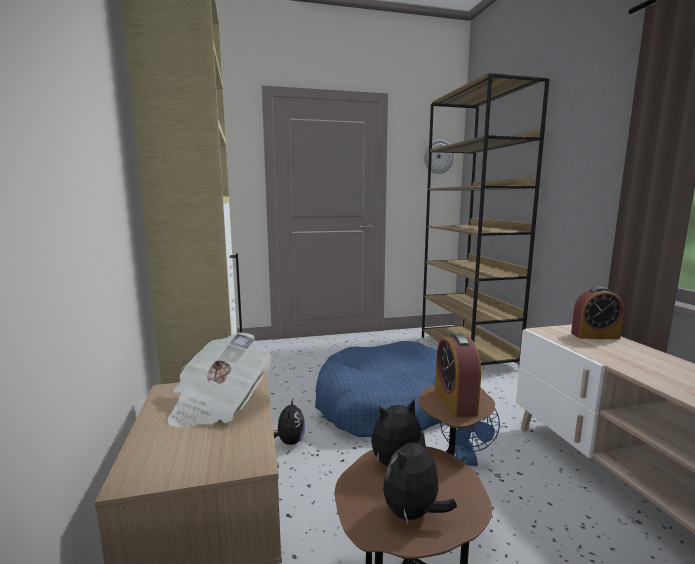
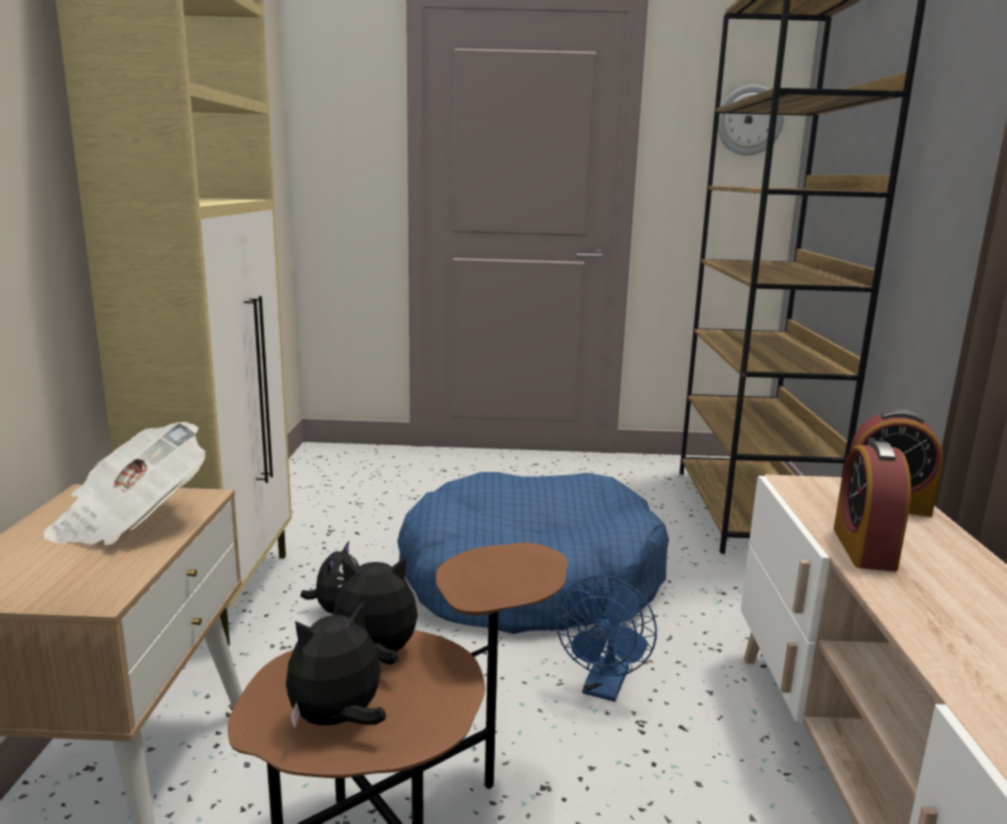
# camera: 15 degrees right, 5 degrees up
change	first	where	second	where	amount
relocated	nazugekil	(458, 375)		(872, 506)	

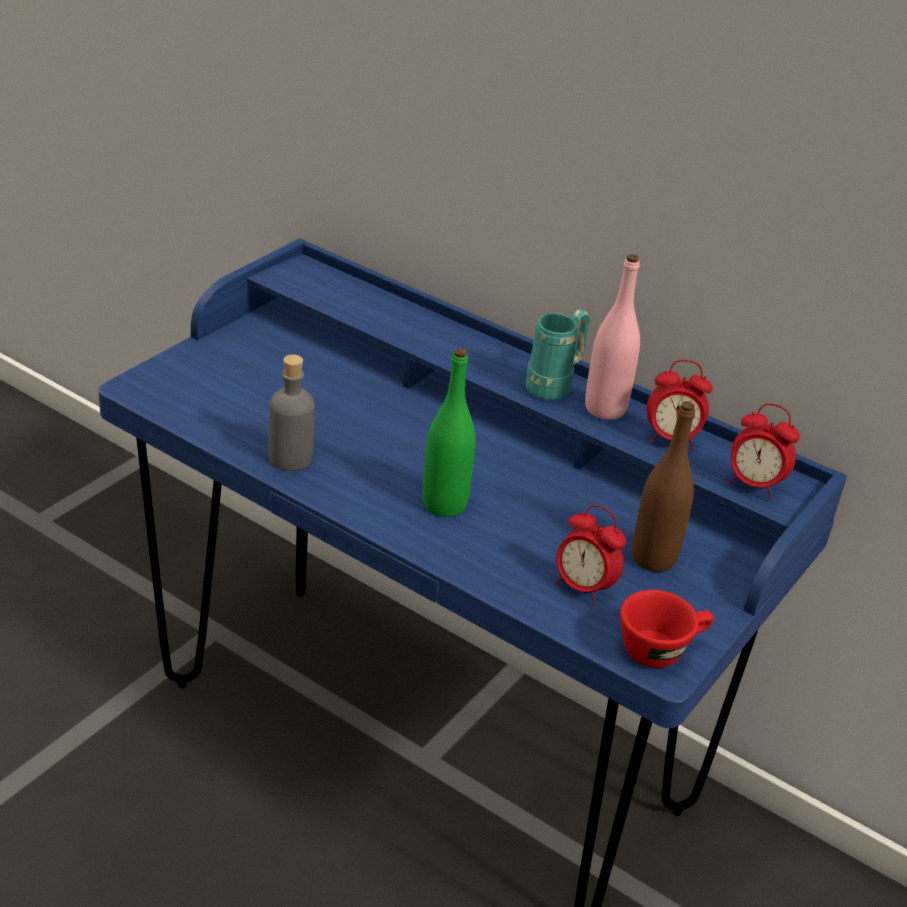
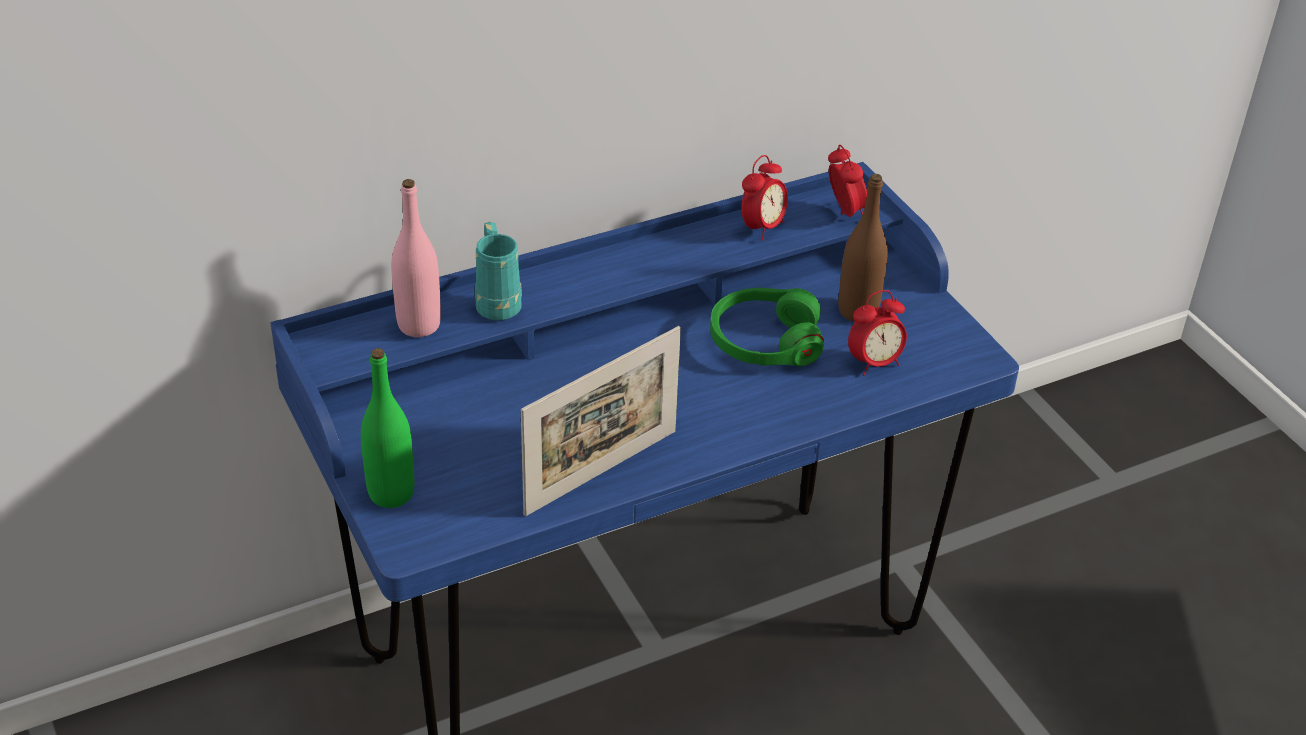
# camera: 60 degrees left, 5 degrees up
change	first	where	second	where	amount
relocated	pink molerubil	(612, 337)		(416, 258)	
relocated	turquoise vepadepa	(558, 354)		(498, 270)	
relocated	green molerubil	(449, 432)		(387, 428)	
exchanged	grey molerubil	(292, 412)	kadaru	(601, 421)	
spun	nazugekil	(764, 451)		(847, 181)	75 degrees counterclockwise
missing	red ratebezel	(667, 629)			
appeared			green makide	(767, 327)	

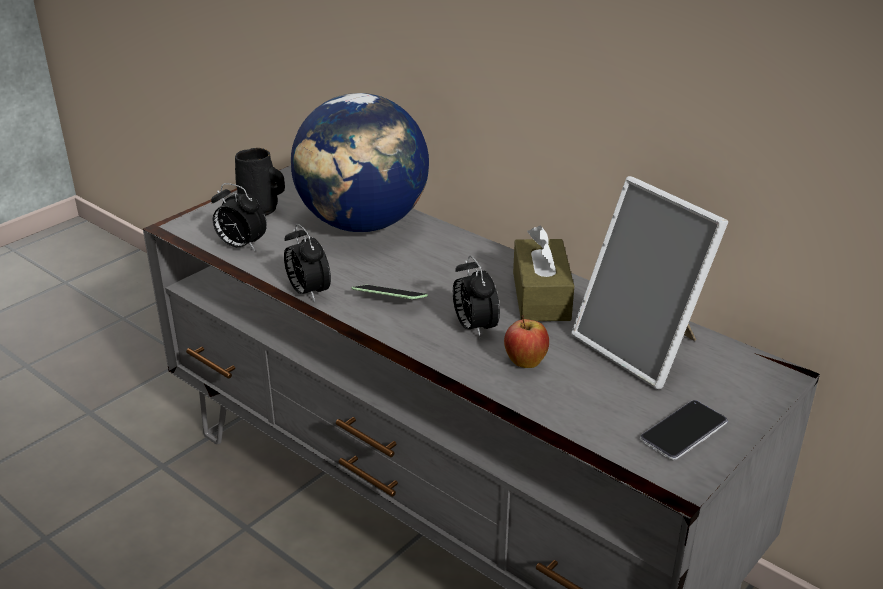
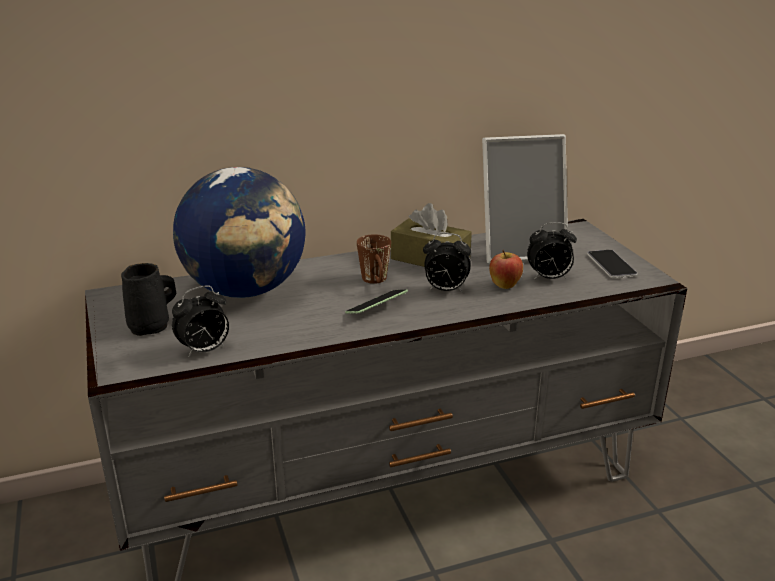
# camera: 60 degrees left, 5 degrees down
change	first	where	second	where	amount
relocated	nazugekil	(307, 263)		(552, 251)	
appeared			brown vepadepa	(374, 259)	

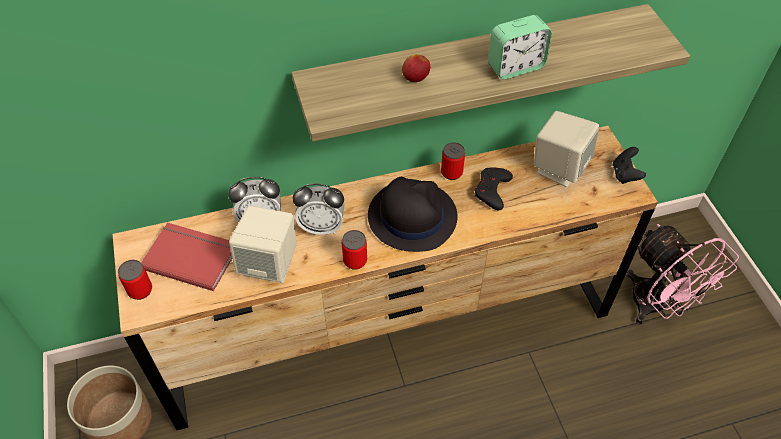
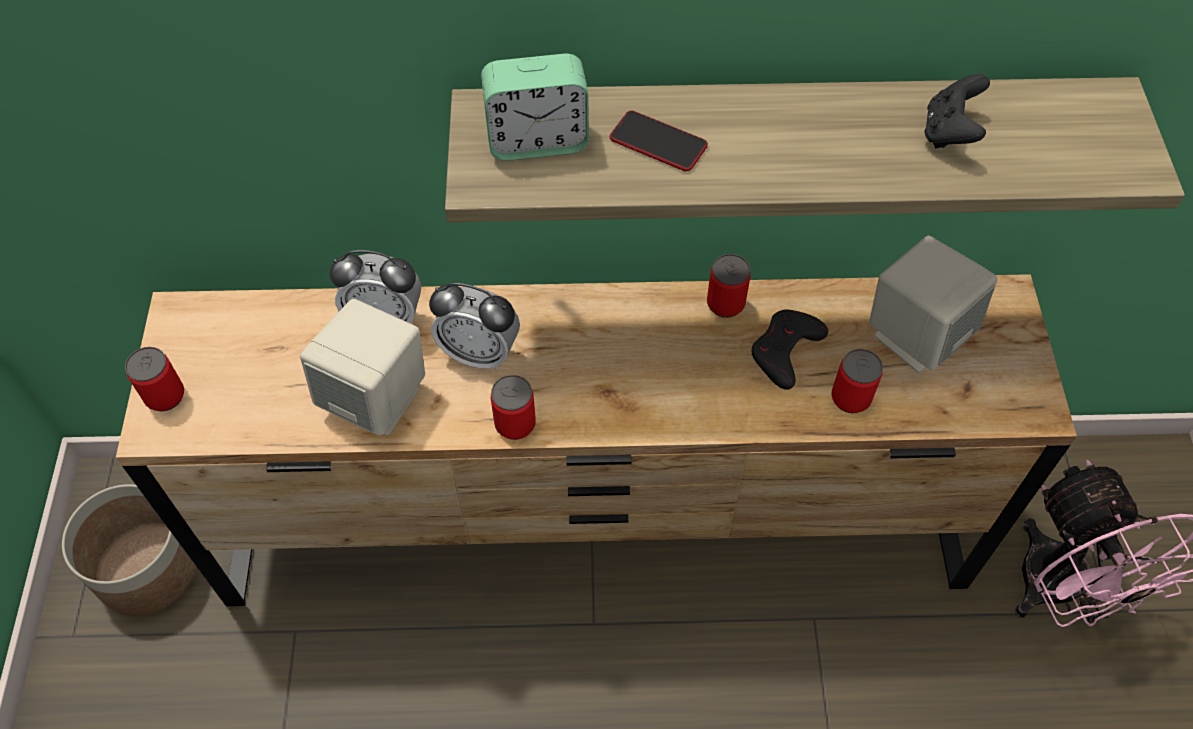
# camera: 15 degrees right, 5 degrees up
change	first	where	second	where	amount
relocated	nazugekil	(520, 47)		(535, 107)	
exchanged	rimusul	(416, 68)	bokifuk	(659, 141)	
relocated	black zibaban	(629, 165)		(957, 111)	
missing	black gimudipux	(413, 214)			
missing	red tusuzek	(186, 257)			
appeared			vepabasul	(857, 381)	

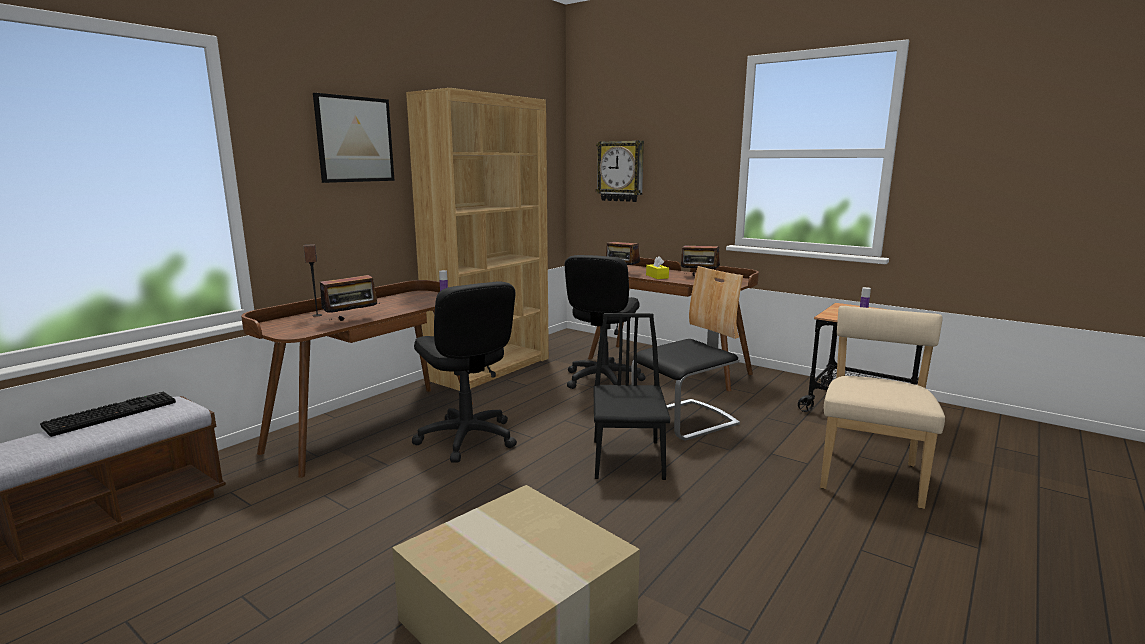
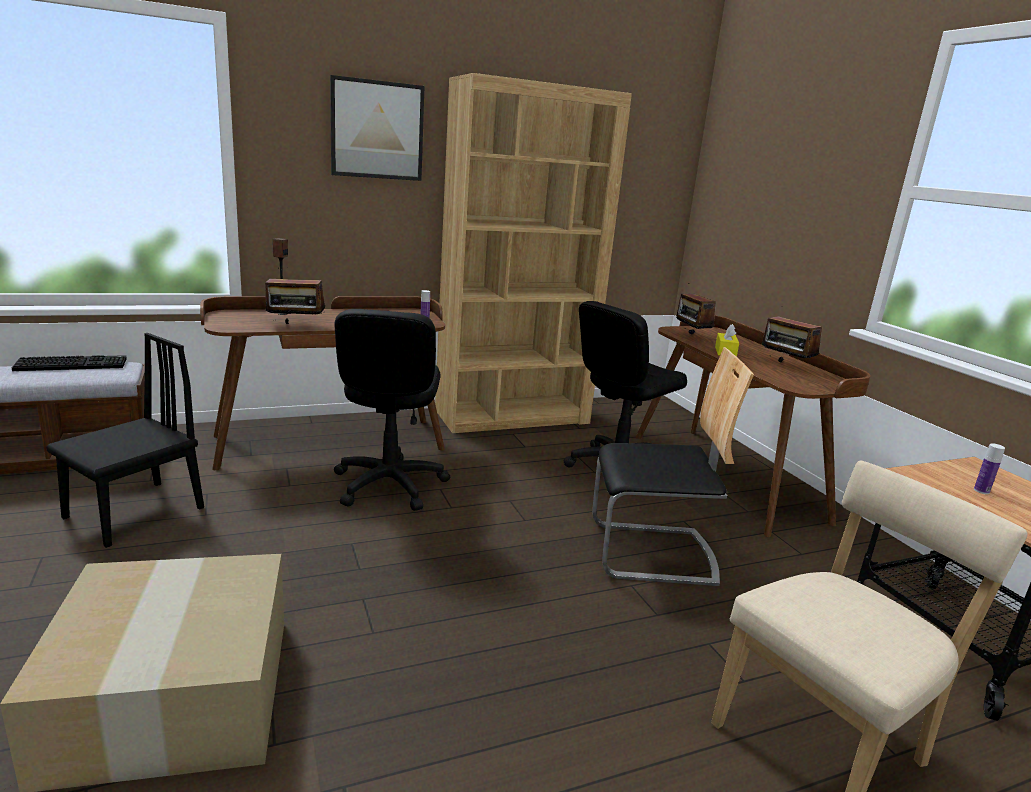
# camera: 30 degrees right, 5 degrees up
change	first	where	second	where	amount
missing	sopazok	(620, 171)			
relocated	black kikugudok	(632, 396)		(125, 440)	

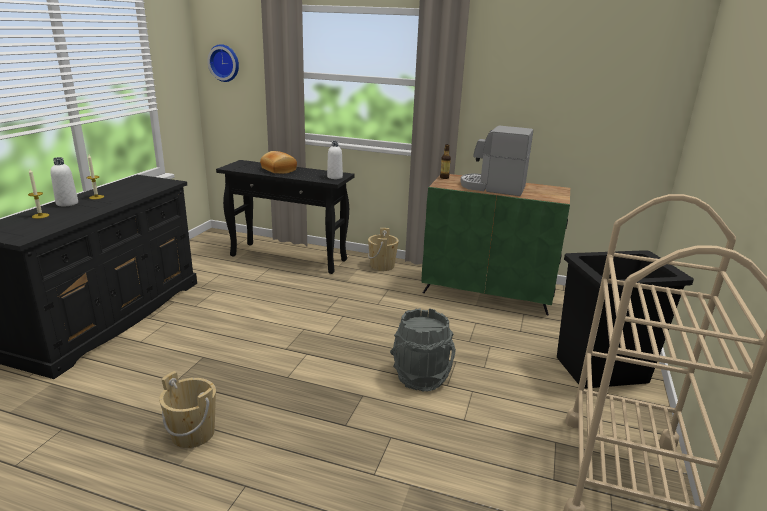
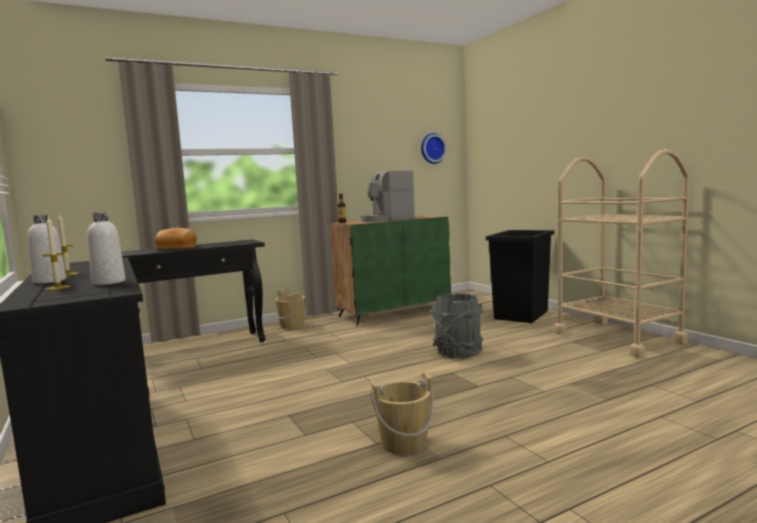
# camera: 45 degrees left, 15 degrees down
change	first	where	second	where	amount
relocated	sopazok	(223, 63)		(434, 148)	
relocated	white molerubil	(335, 160)		(106, 248)	

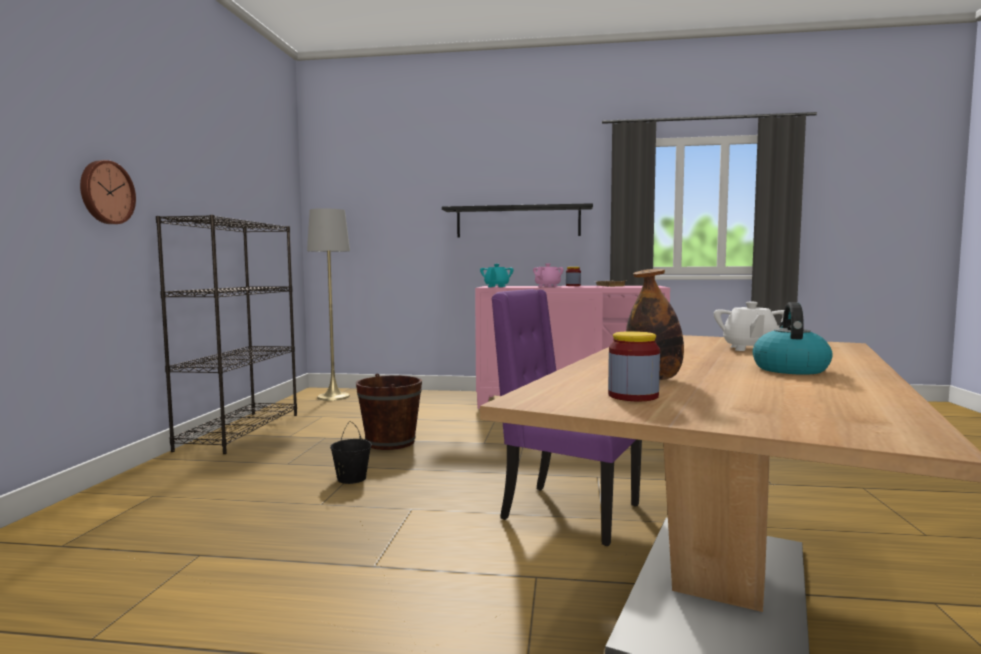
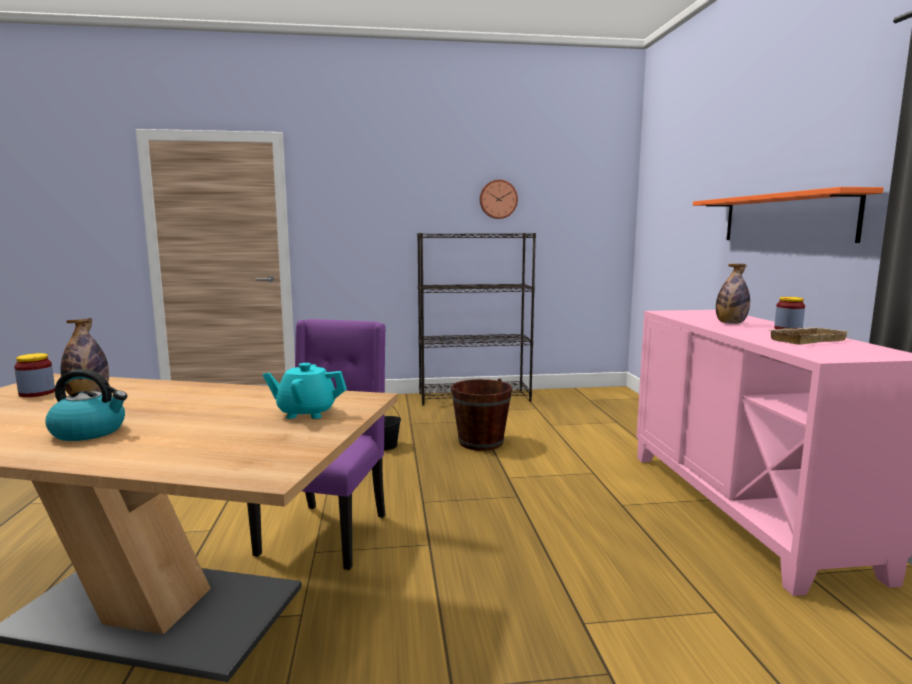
# camera: 75 degrees right, 5 degrees up
change	first	where	second	where	amount
relocated	sopazok	(108, 192)		(499, 199)	
colour	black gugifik	(517, 220)	orange gugifik	(788, 215)	
missing	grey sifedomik	(328, 304)			
exchanged	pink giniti	(548, 275)	molerubil	(733, 294)	
relocated	turquoise giniti	(497, 275)		(305, 391)	
missing	white giniti	(749, 326)			

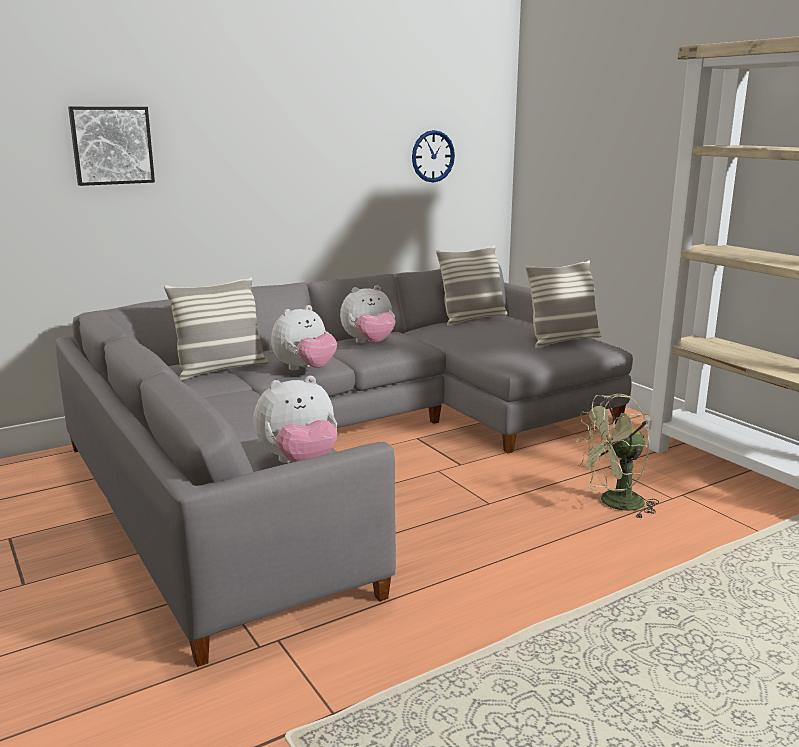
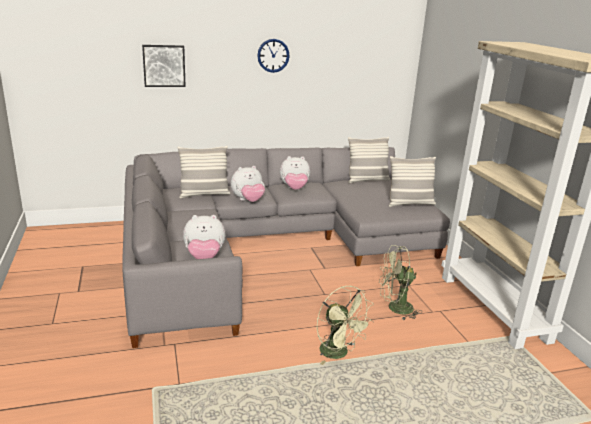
# camera: 15 degrees right, 5 degrees up
change	first	where	second	where	amount
relocated	sopazok	(433, 156)		(273, 56)	
appeared			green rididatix	(345, 325)	

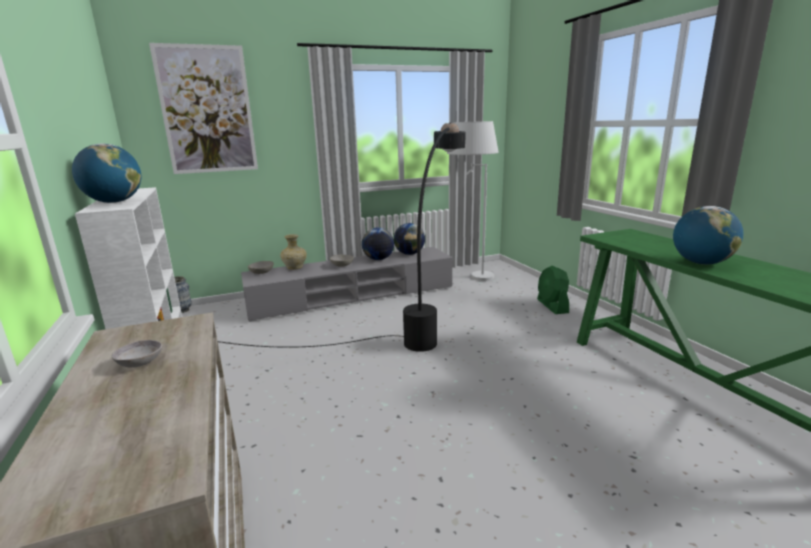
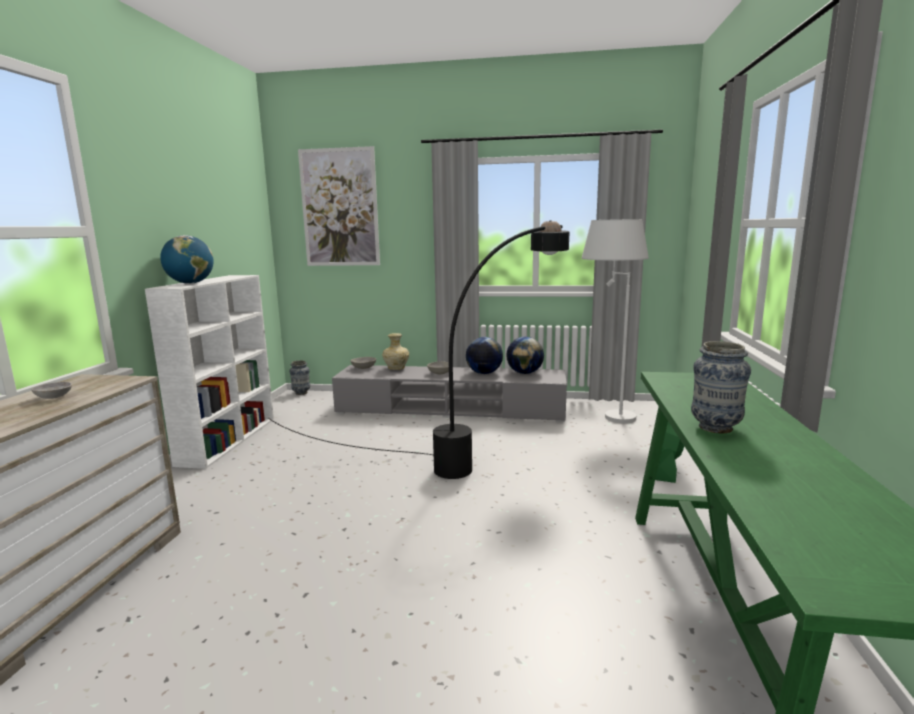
# camera: 30 degrees right, 5 degrees down
change	first	where	second	where	amount
exchanged	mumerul	(708, 235)	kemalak	(721, 387)	

